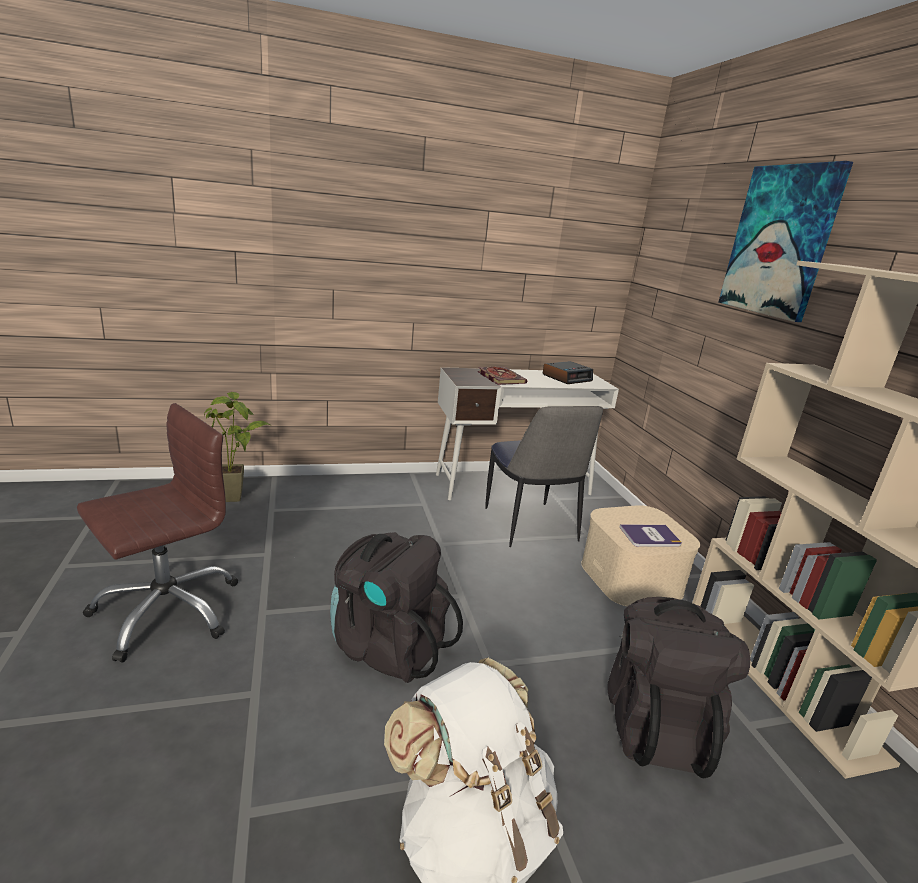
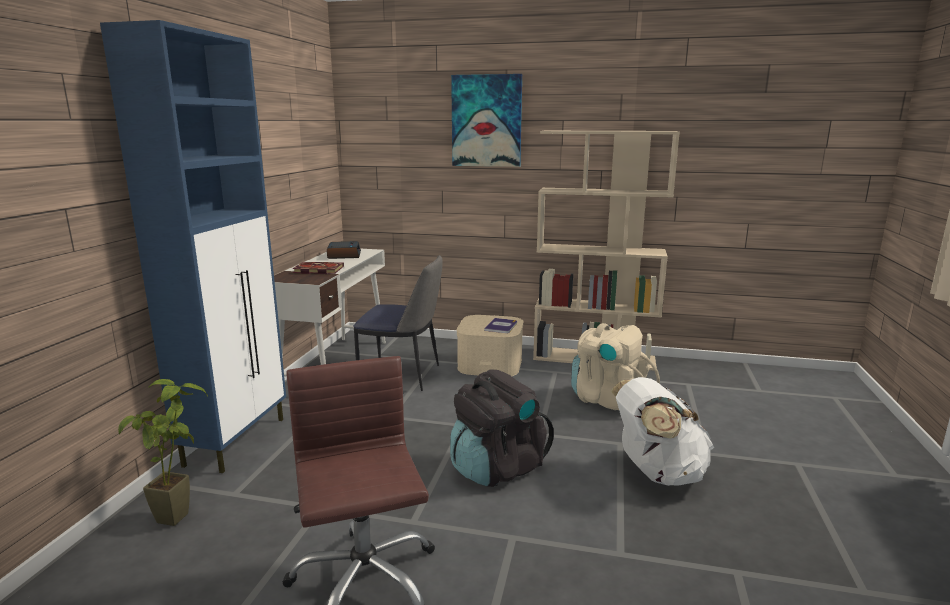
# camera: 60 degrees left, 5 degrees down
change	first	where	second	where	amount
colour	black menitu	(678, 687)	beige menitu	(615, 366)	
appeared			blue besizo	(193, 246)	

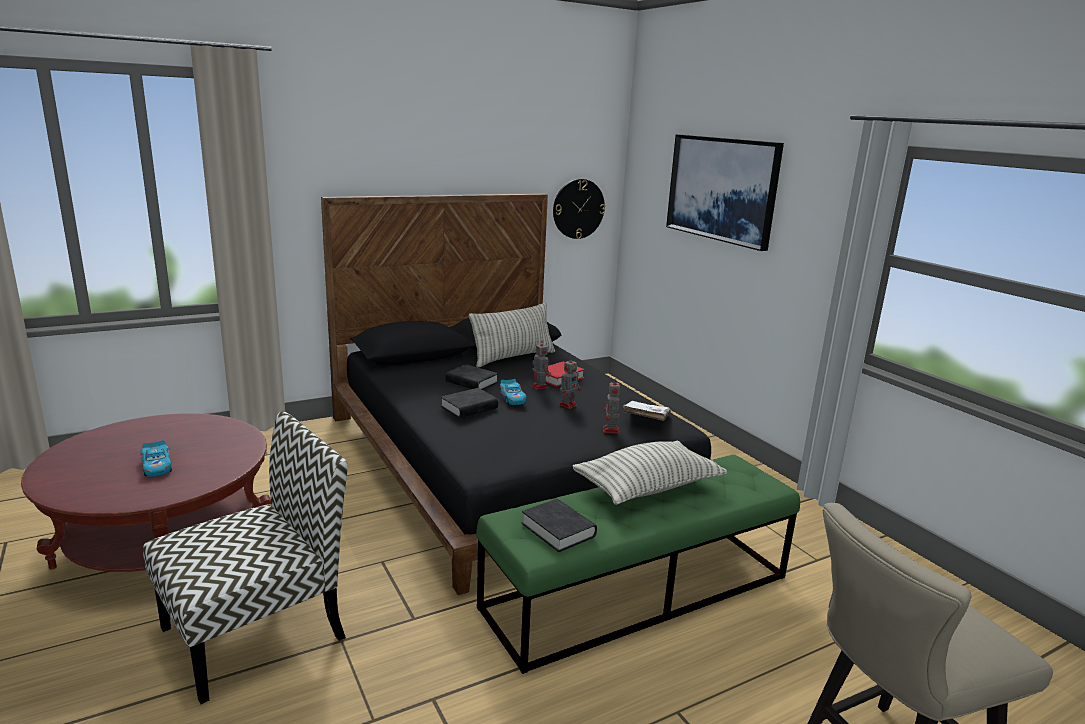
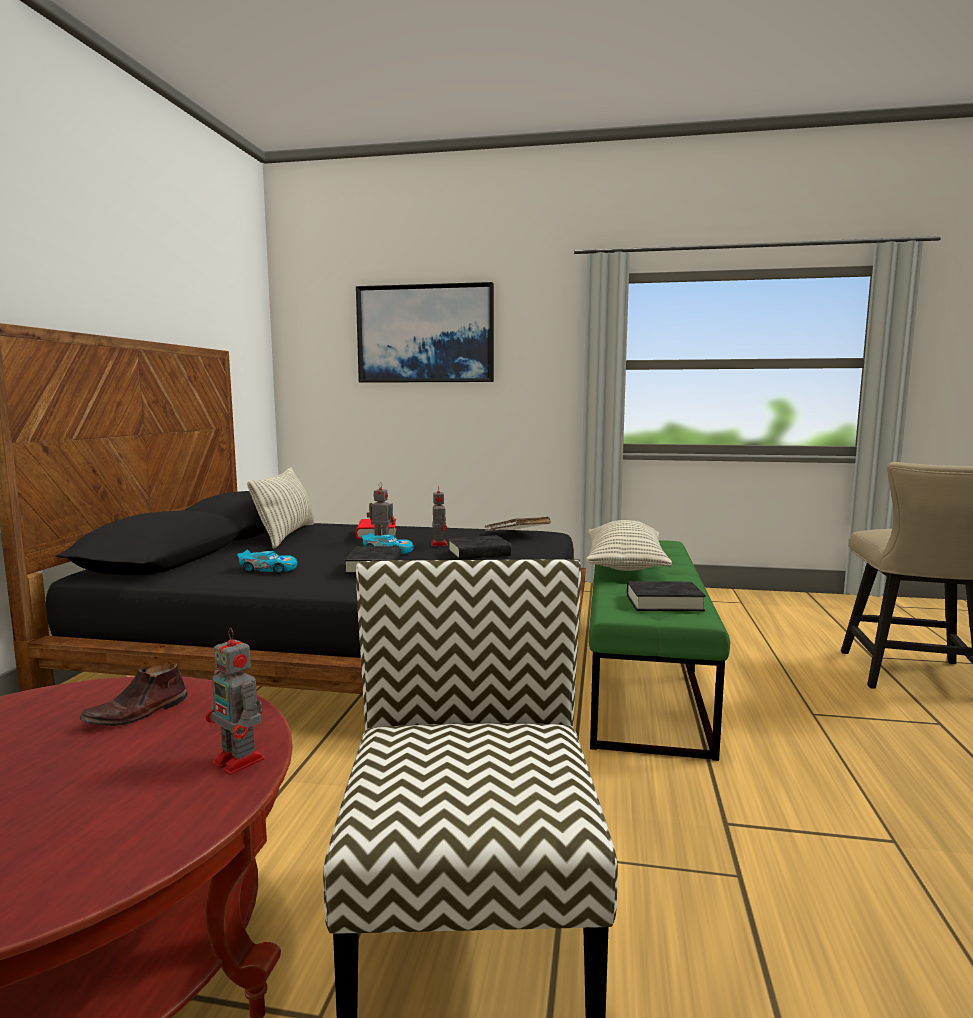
# camera: 50 degrees left, 10 degrees down
change	first	where	second	where	amount
missing	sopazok	(579, 209)			
relocated	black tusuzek	(472, 377)		(479, 547)	
relocated	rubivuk	(611, 405)		(235, 701)	
relocated	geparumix	(156, 458)		(267, 562)	
appeared			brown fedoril	(133, 694)	

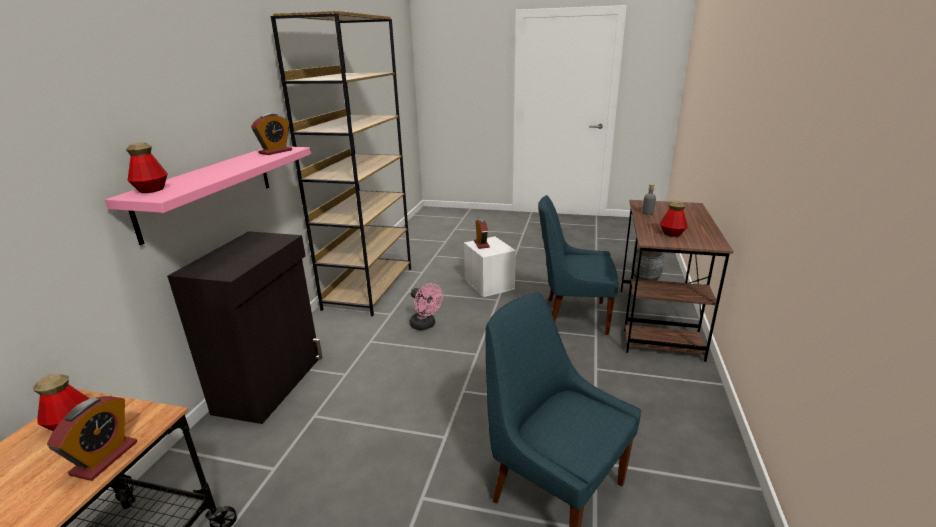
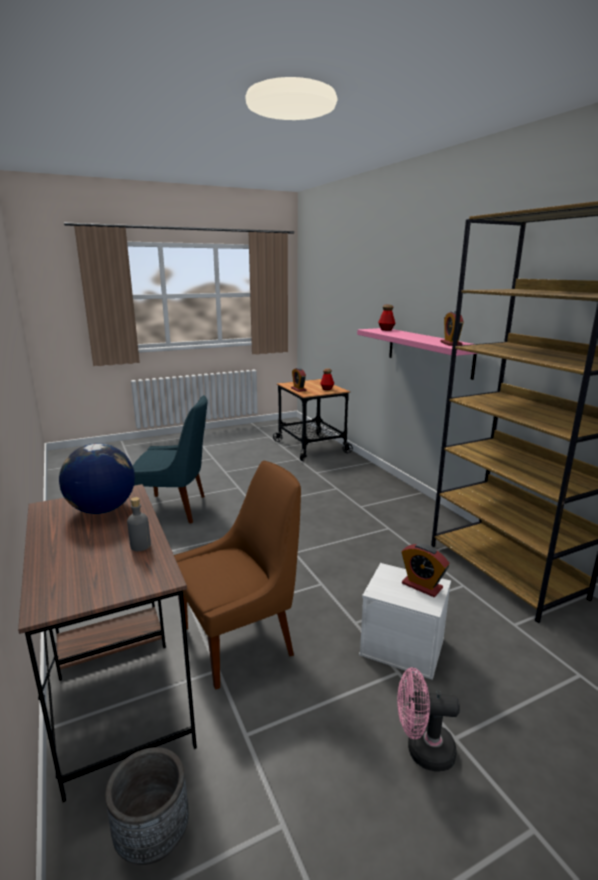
# camera: 140 degrees right, 5 degrees down
change	first	where	second	where	amount
colour	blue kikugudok	(578, 265)	brown kikugudok	(237, 575)	
exchanged	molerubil	(674, 219)	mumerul	(97, 478)	
missing	black besizo	(245, 327)			
relocated	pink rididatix	(426, 306)		(428, 719)	

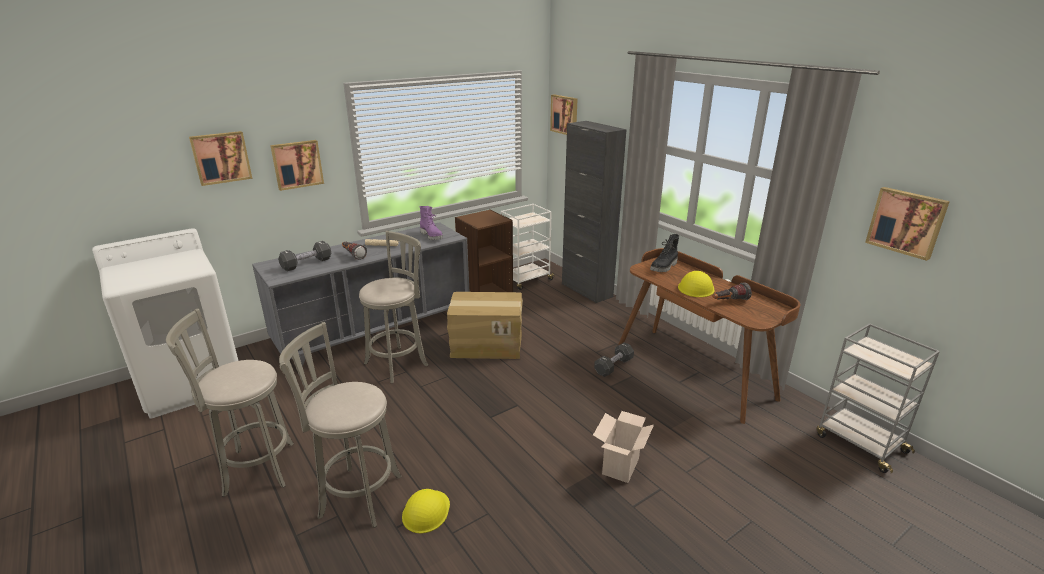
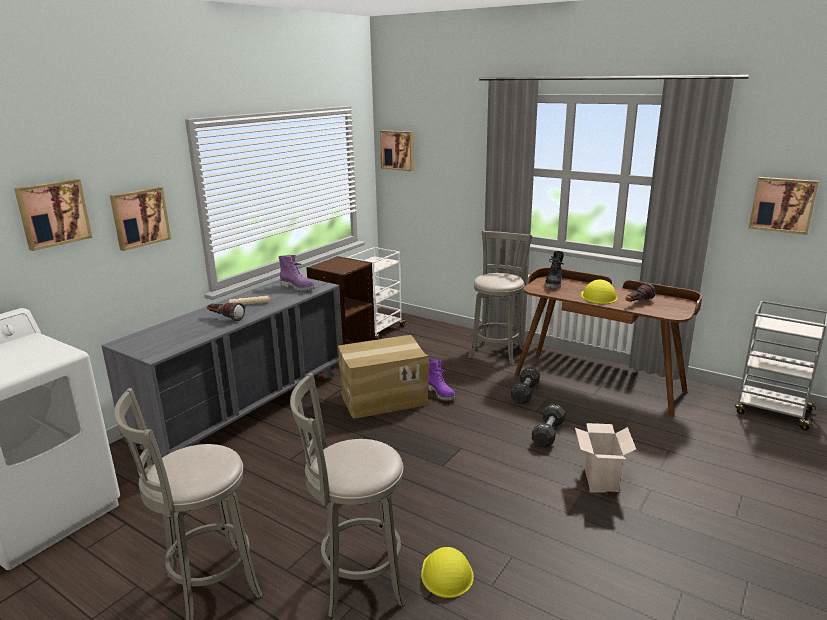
# camera: 20 degrees left, 5 degrees down
change	first	where	second	where	amount
missing	black besizo	(594, 212)			
relocated	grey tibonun	(393, 307)		(500, 298)	
relocated	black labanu	(304, 256)		(548, 426)	
appeared			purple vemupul	(441, 380)	

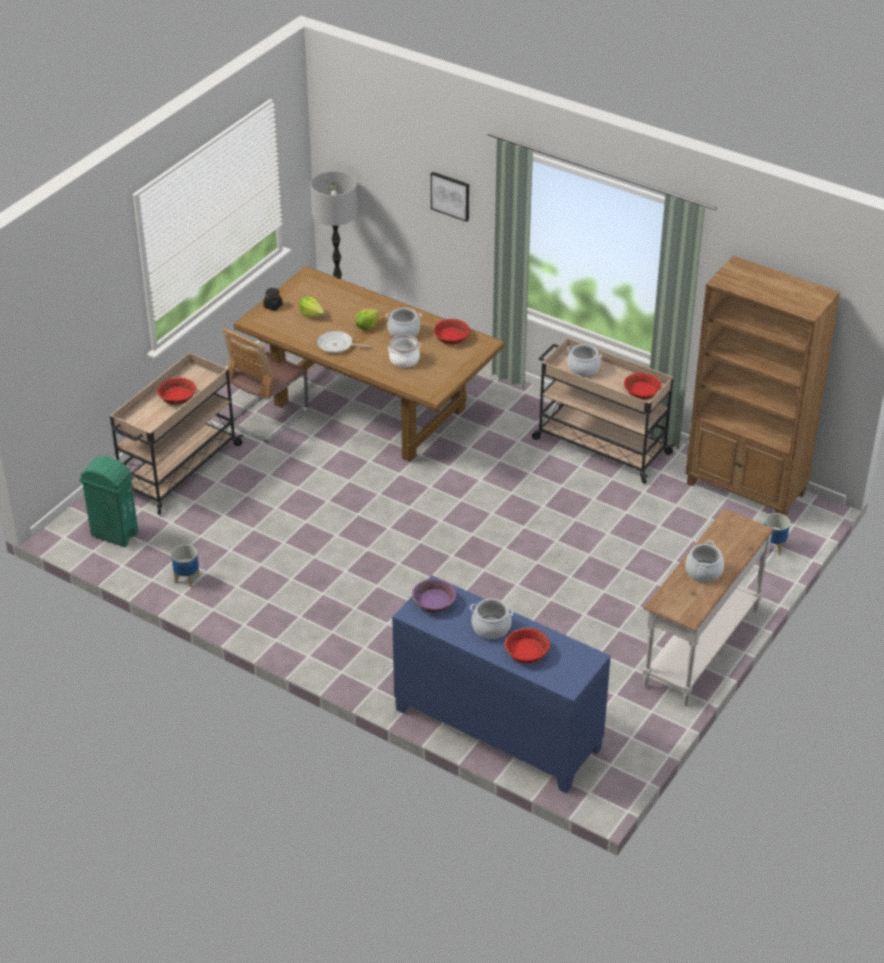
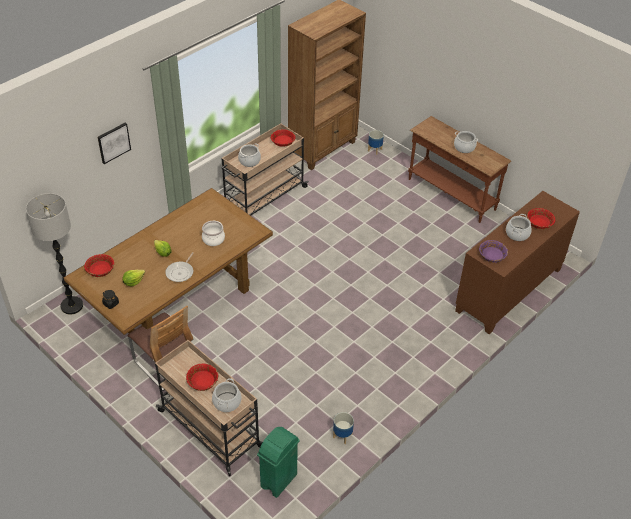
# camera: 80 degrees left, 5 degrees up
change	first	where	second	where	amount
relocated	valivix	(404, 322)		(226, 395)	
relocated	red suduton	(451, 332)		(99, 265)	
colour	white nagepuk	(708, 607)	brown nagepuk	(459, 169)	
colour	blue besizo	(501, 684)	brown besizo	(517, 262)	

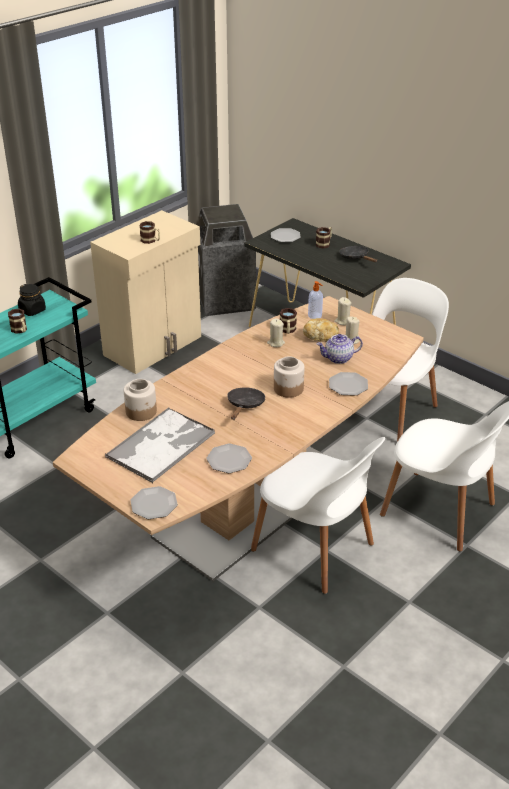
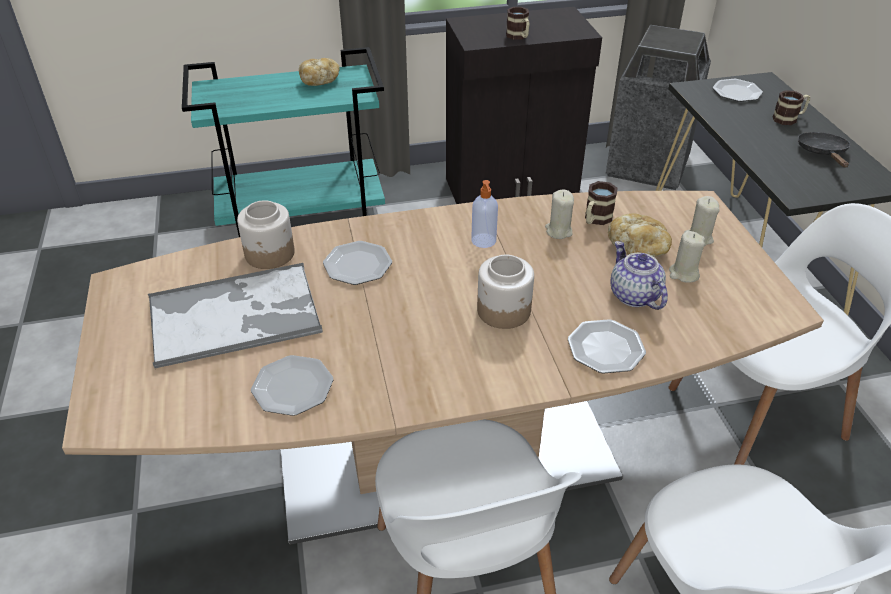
# camera: 35 degrees right, 5 degrees up
change	first	where	second	where	amount
colour	beige besizo	(145, 292)	black besizo	(524, 105)	
relocated	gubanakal	(315, 300)		(484, 214)	
exchanged	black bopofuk	(32, 300)	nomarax	(319, 72)	
missing	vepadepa	(17, 321)			
spun	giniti	(340, 349)		(639, 275)	45 degrees clockwise
missing	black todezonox	(246, 403)			
relocated	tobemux	(154, 502)		(357, 263)	

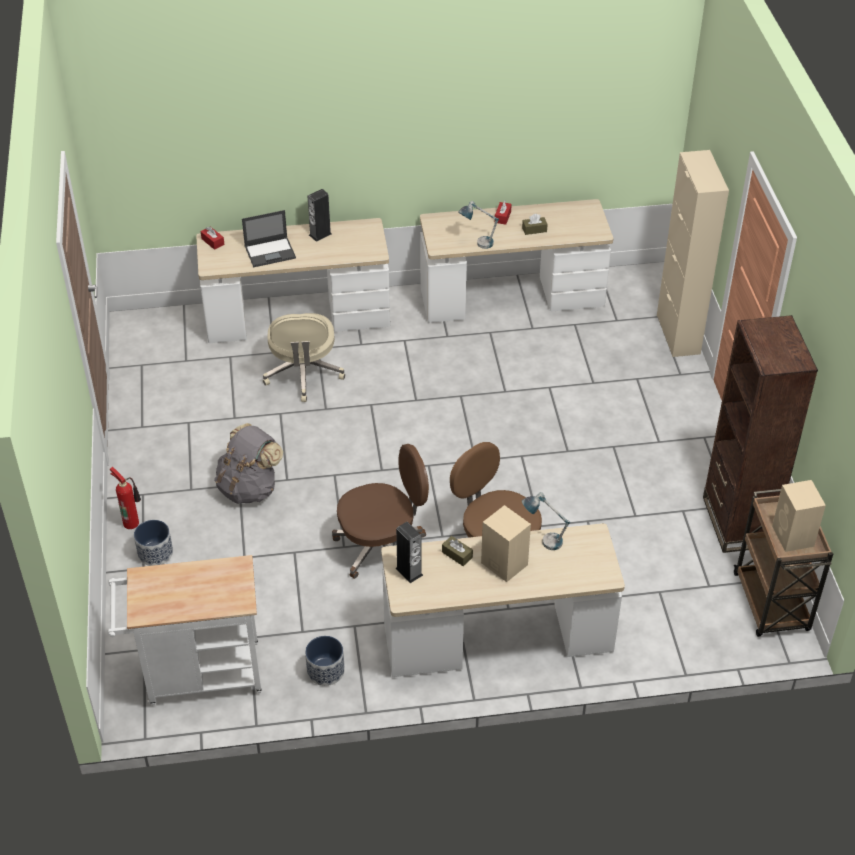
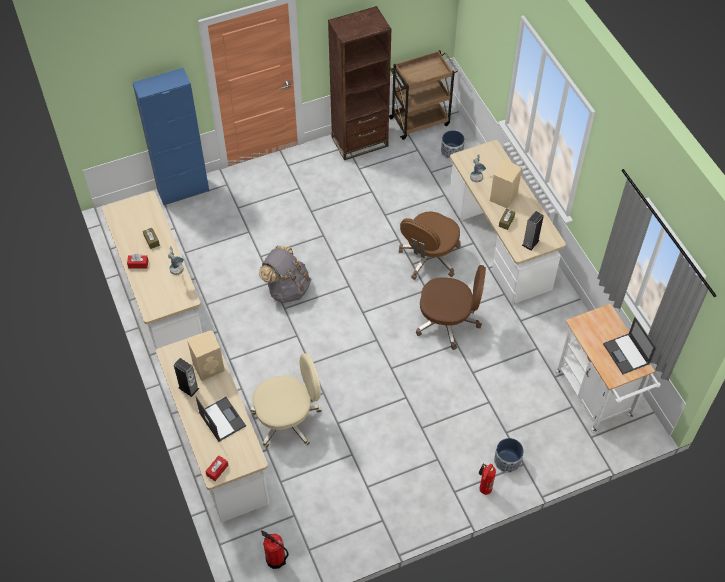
# camera: 105 degrees left, 10 degrees up
change	first	where	second	where	amount
colour	beige besizo	(693, 253)	blue besizo	(170, 136)	
relocated	grey menitu	(248, 463)		(285, 274)	
spun	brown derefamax	(380, 511)		(451, 307)	135 degrees clockwise
relocated	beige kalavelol	(799, 516)		(206, 356)	
relocated	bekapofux	(325, 661)		(453, 145)	
appeared			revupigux	(629, 345)	
appeared			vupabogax	(274, 549)	

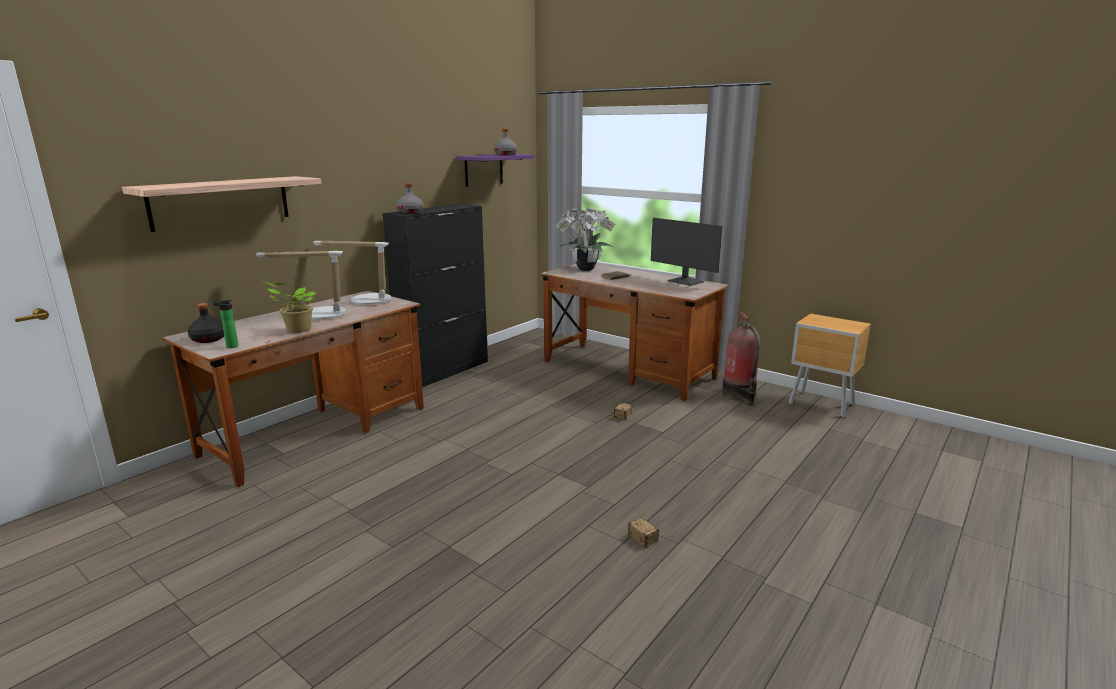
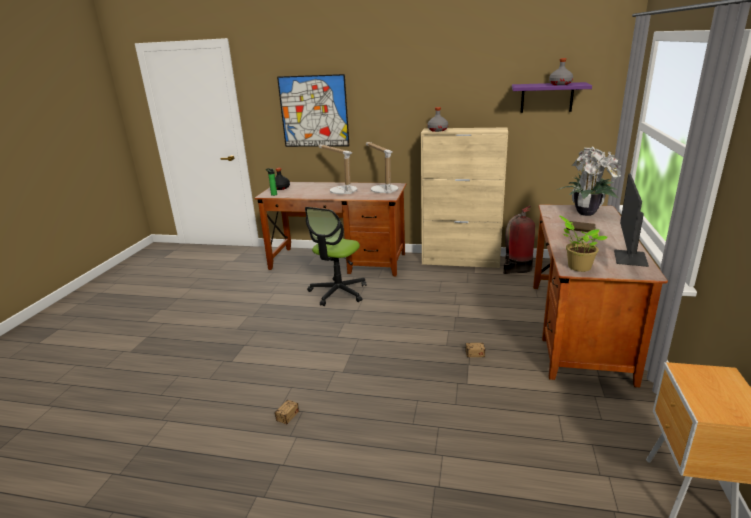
# camera: 65 degrees right, 5 degrees up
change	first	where	second	where	amount
exchanged	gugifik	(222, 204)	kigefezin	(313, 110)	
colour	black besizo	(435, 295)	beige besizo	(464, 197)	
relocated	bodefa	(289, 307)		(583, 243)	
relocated	vupabogax	(741, 359)		(519, 240)	
appeared			derefamax	(335, 256)	

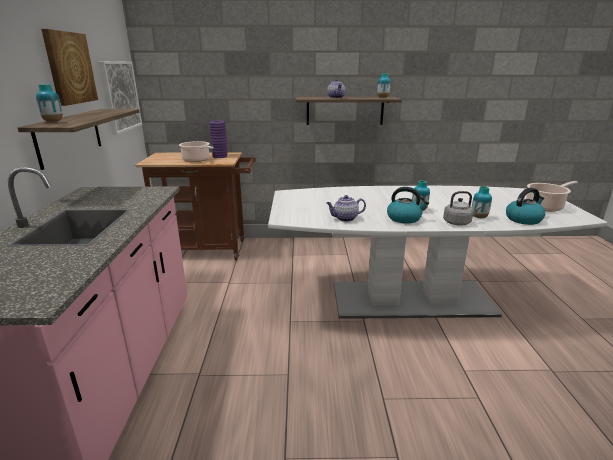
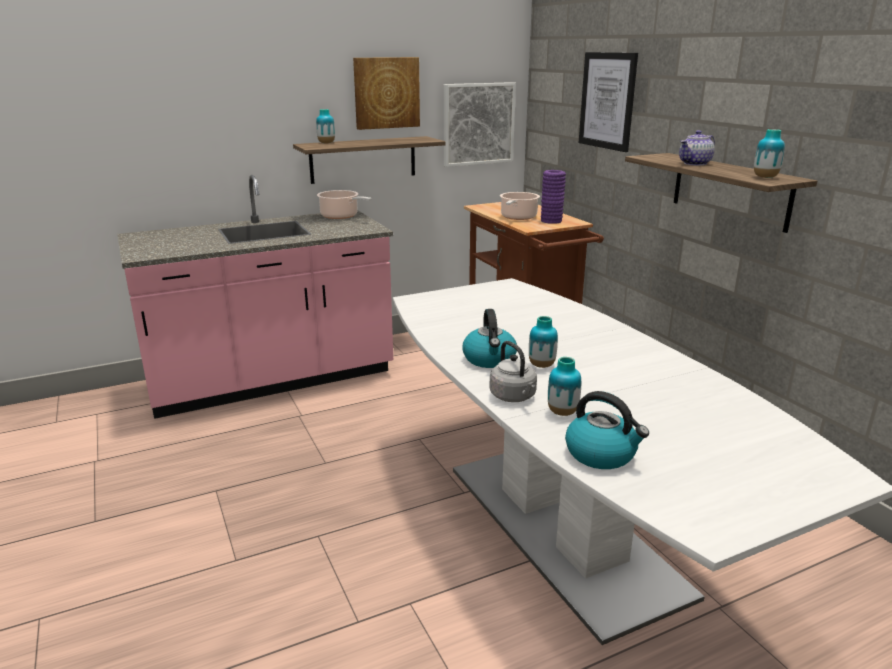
# camera: 65 degrees right, 0 degrees up
change	first	where	second	where	amount
relocated	valivix	(552, 196)		(344, 204)	
missing	giniti	(346, 208)			
appeared			kigefezin	(608, 102)	

